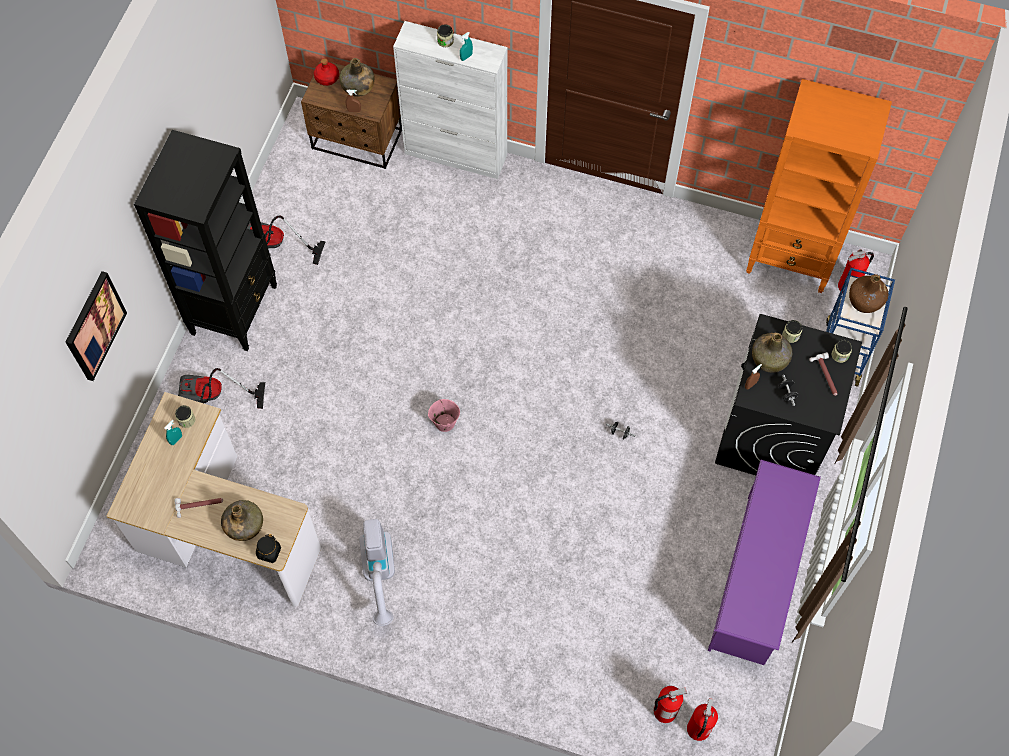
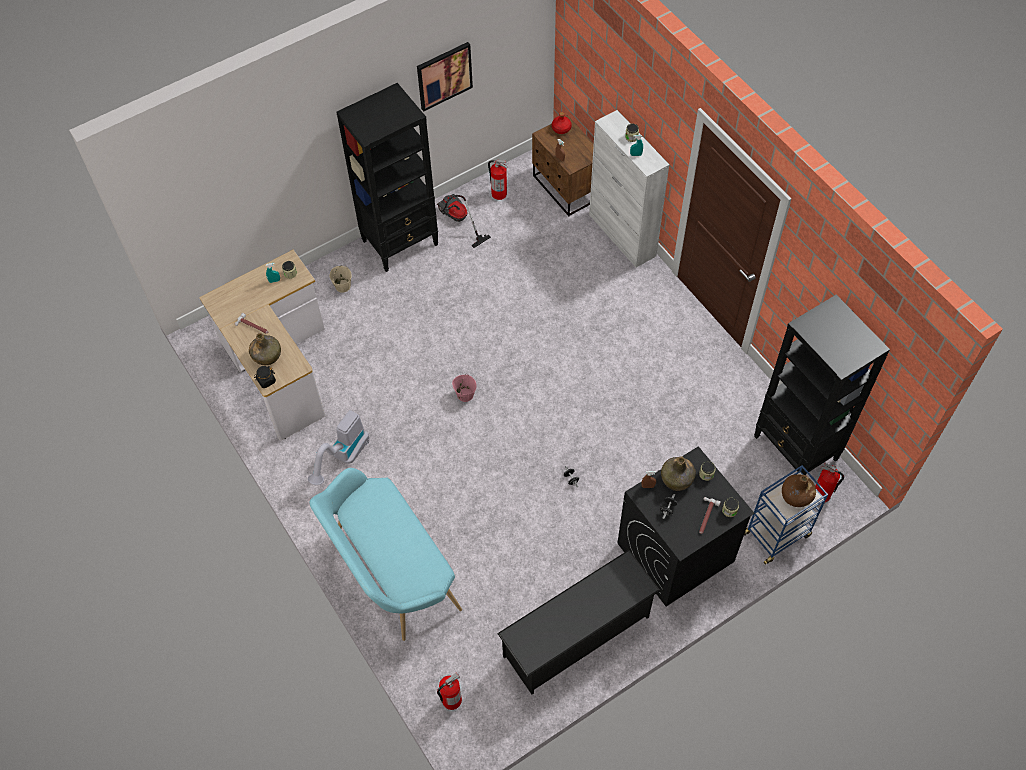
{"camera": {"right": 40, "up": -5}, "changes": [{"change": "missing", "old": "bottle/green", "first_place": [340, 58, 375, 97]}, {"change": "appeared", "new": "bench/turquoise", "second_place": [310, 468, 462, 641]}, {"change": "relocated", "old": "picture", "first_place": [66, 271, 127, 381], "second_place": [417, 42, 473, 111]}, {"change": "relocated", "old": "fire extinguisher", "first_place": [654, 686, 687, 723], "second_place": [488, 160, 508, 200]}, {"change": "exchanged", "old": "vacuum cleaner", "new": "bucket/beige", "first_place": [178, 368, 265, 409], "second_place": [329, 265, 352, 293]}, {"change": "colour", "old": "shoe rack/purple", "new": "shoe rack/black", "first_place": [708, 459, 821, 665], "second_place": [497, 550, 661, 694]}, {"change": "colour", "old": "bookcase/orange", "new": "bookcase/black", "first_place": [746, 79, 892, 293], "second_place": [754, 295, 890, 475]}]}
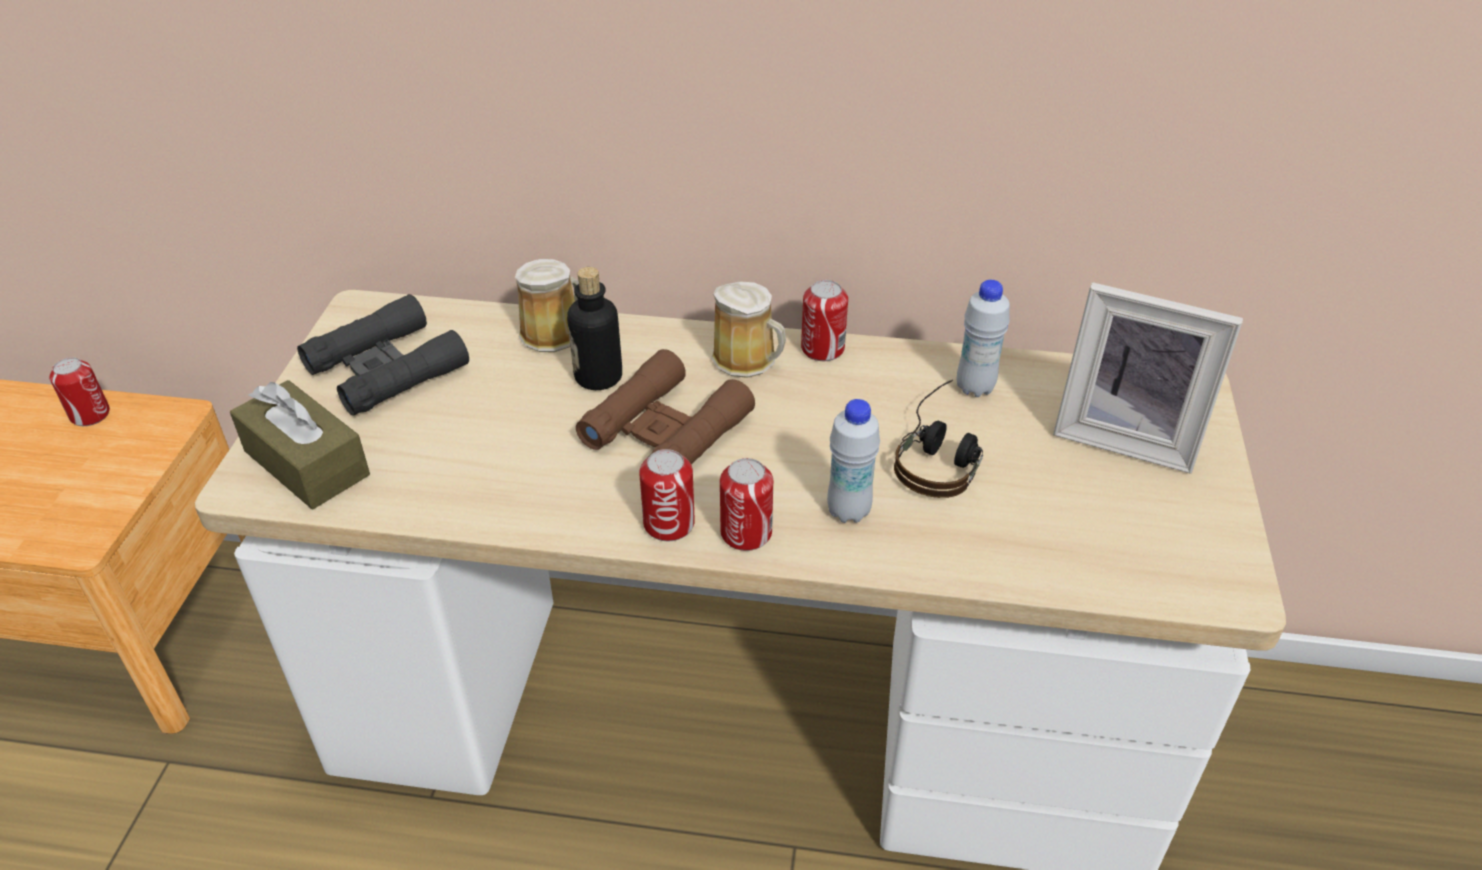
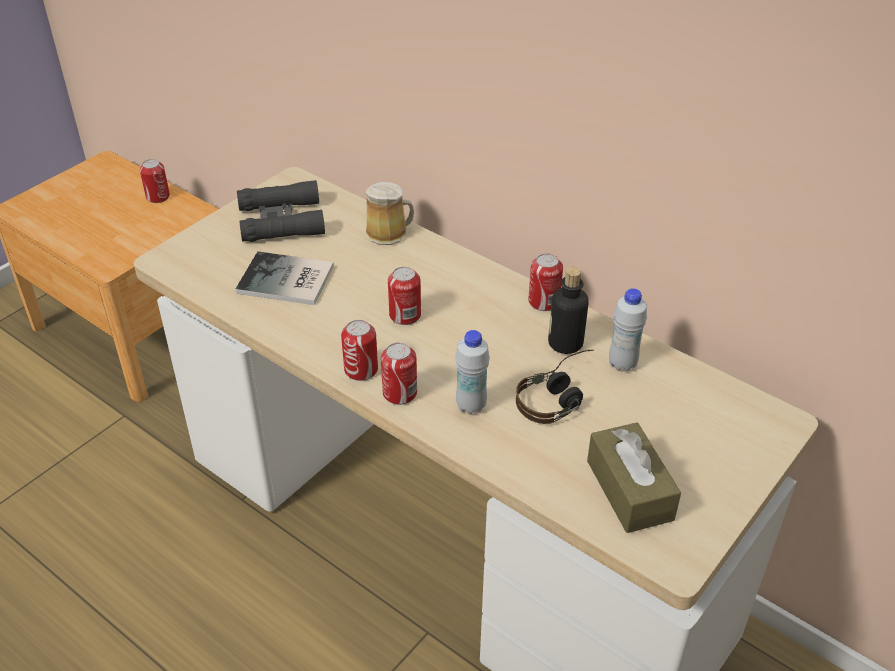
{"camera": {"right": 30, "up": 0}, "changes": [{"change": "missing", "old": "mug", "first_place": [711, 281, 786, 378]}, {"change": "missing", "old": "picture frame", "first_place": [1053, 282, 1243, 474]}, {"change": "appeared", "new": "book", "second_place": [236, 251, 334, 305]}, {"change": "relocated", "old": "tissue box/brown", "first_place": [230, 380, 370, 509], "second_place": [587, 422, 681, 533]}, {"change": "relocated", "old": "bottle", "first_place": [567, 267, 622, 390], "second_place": [548, 267, 589, 354]}, {"change": "exchanged", "old": "binoculars/brown", "new": "can", "first_place": [576, 349, 755, 465], "second_place": [388, 267, 421, 325]}]}
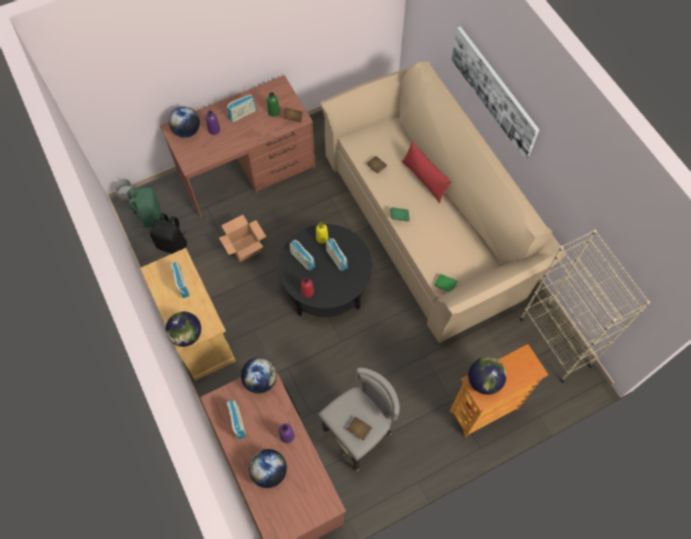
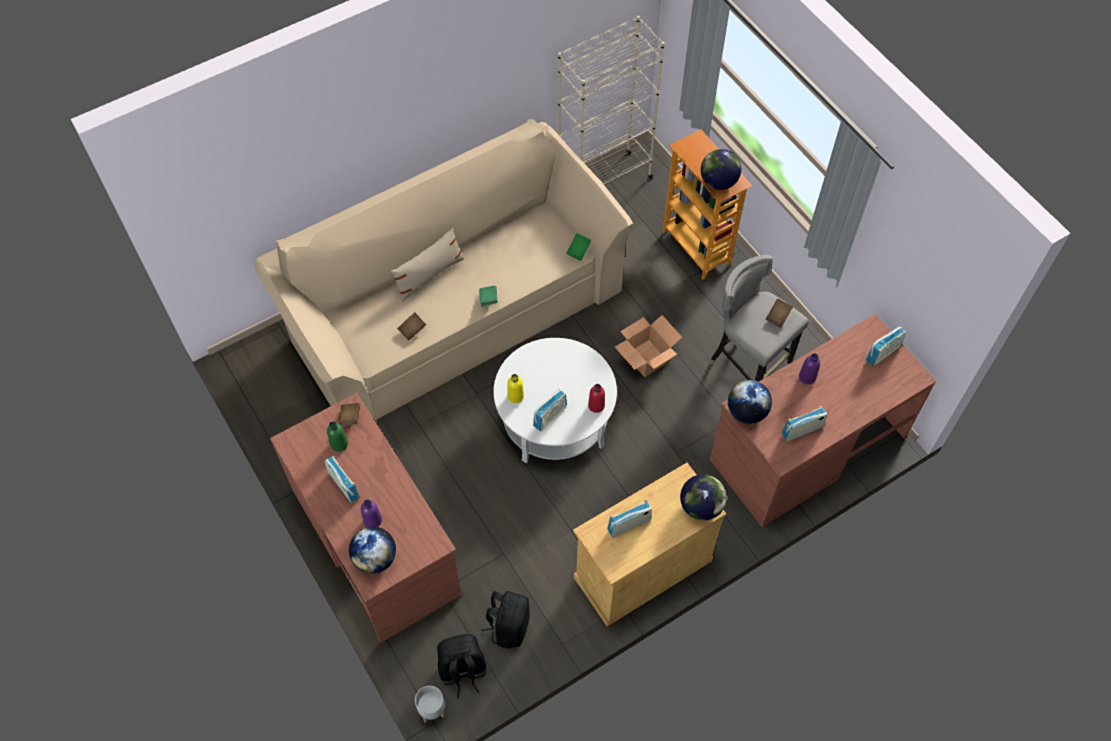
{"camera": {"right": -95, "up": -5}, "changes": [{"change": "missing", "old": "globe", "first_place": [249, 449, 287, 488]}, {"change": "missing", "old": "picture", "first_place": [451, 26, 539, 160]}, {"change": "relocated", "old": "cardboard box", "first_place": [219, 215, 266, 262], "second_place": [615, 315, 682, 377]}, {"change": "relocated", "old": "radio", "first_place": [326, 238, 348, 271], "second_place": [865, 326, 906, 366]}, {"change": "colour", "old": "backpack/green", "new": "backpack/black", "first_place": [128, 188, 161, 228], "second_place": [437, 634, 486, 698]}, {"change": "colour", "old": "coffee table/black", "new": "coffee table/white", "first_place": [278, 224, 372, 317], "second_place": [493, 338, 617, 463]}, {"change": "colour", "old": "pillow/red", "new": "pillow/beige", "first_place": [401, 141, 452, 203], "second_place": [390, 228, 465, 302]}]}
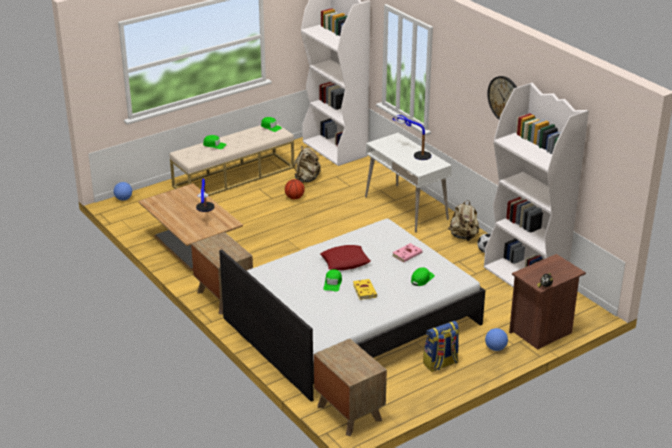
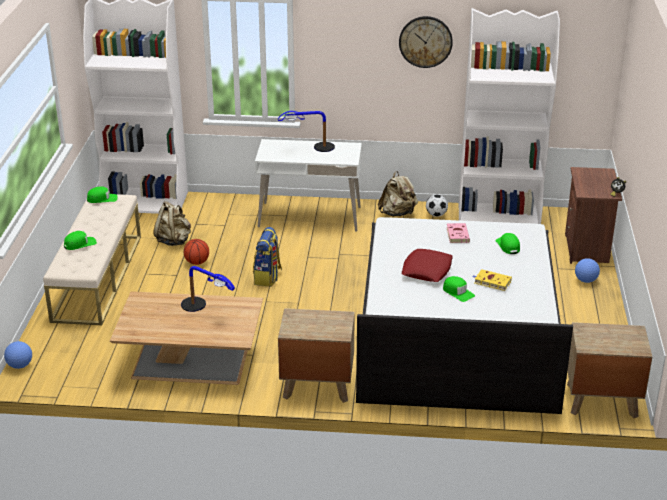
{"camera": {"right": -50, "up": 0}, "changes": [{"change": "relocated", "old": "backpack", "first_place": [423, 321, 460, 372], "second_place": [253, 227, 282, 287]}]}
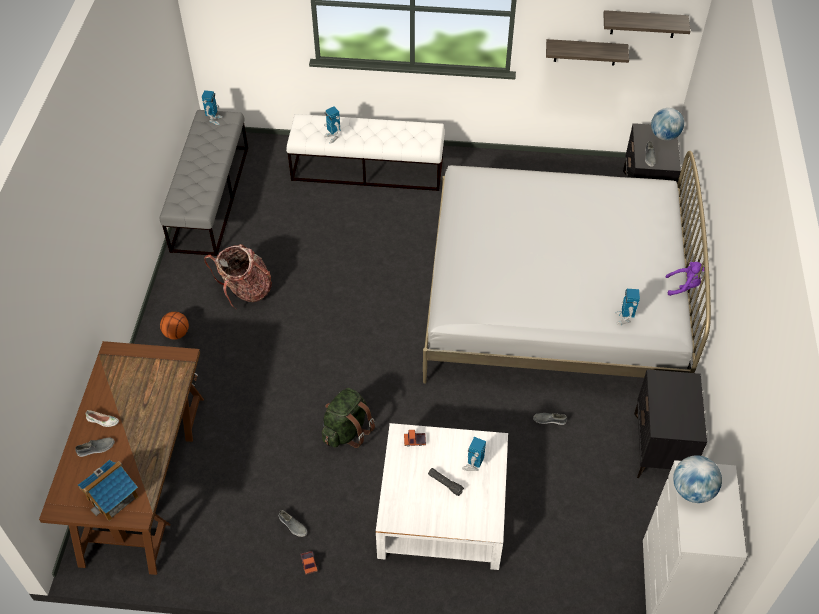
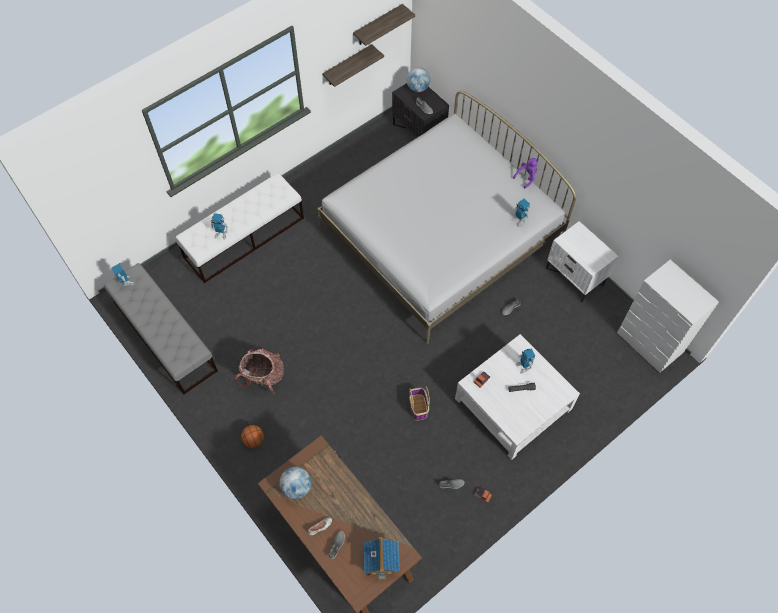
{"camera": {"right": -45, "up": 10}, "changes": [{"change": "relocated", "old": "globe", "first_place": [673, 456, 722, 503], "second_place": [280, 467, 311, 499]}, {"change": "exchanged", "old": "backpack/green", "new": "basket", "first_place": [322, 388, 375, 448], "second_place": [409, 386, 430, 421]}, {"change": "colour", "old": "nightstand/black", "new": "nightstand/white", "first_place": [634, 369, 707, 478], "second_place": [546, 221, 618, 302]}]}
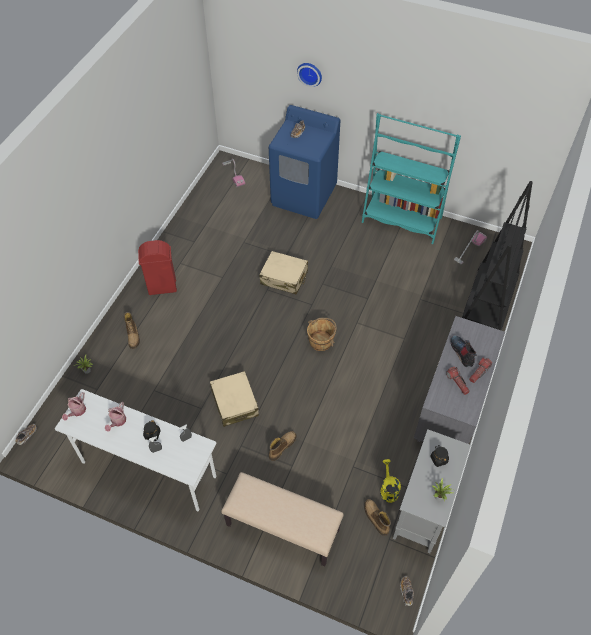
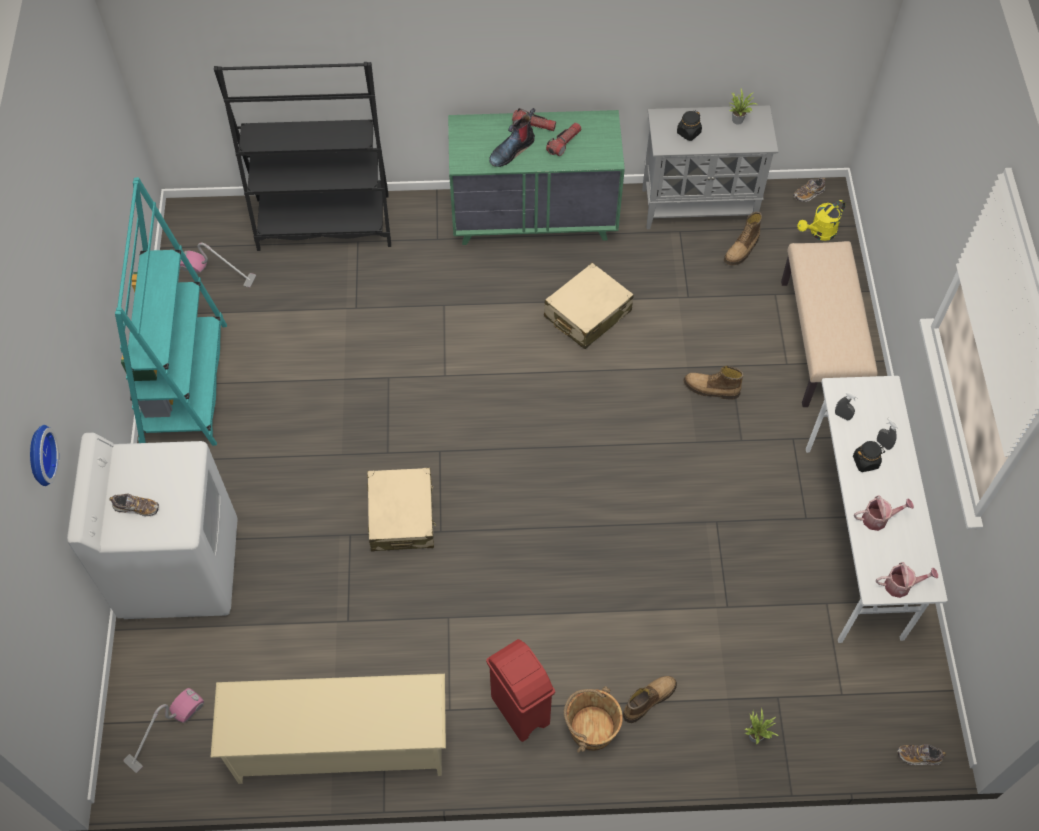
{"camera": {"right": -115, "up": 5}, "changes": [{"change": "appeared", "new": "shoe rack/beige", "second_place": [210, 674, 446, 784]}, {"change": "relocated", "old": "suitcase/beige", "first_place": [210, 371, 259, 427], "second_place": [544, 263, 634, 349]}, {"change": "relocated", "old": "bucket/brown", "first_place": [307, 318, 337, 351], "second_place": [564, 686, 623, 753]}, {"change": "relocated", "old": "watering can/yellow", "first_place": [380, 459, 401, 503], "second_place": [797, 200, 846, 241]}, {"change": "colour", "old": "washing machine/blue", "new": "washing machine/white", "first_place": [269, 105, 341, 219], "second_place": [67, 432, 238, 619]}, {"change": "colour", "old": "dresser/grey", "new": "dresser/green", "first_place": [414, 316, 505, 444], "second_place": [448, 110, 625, 245]}]}
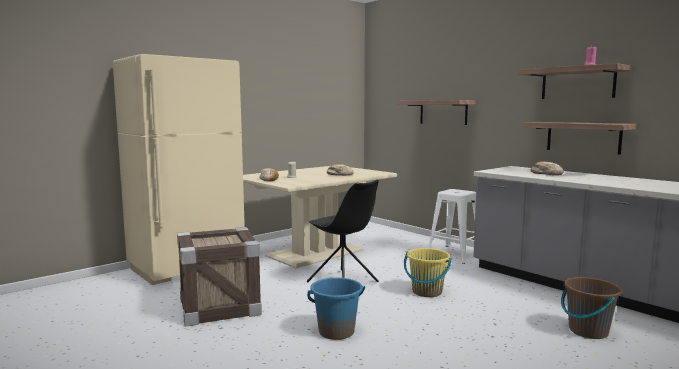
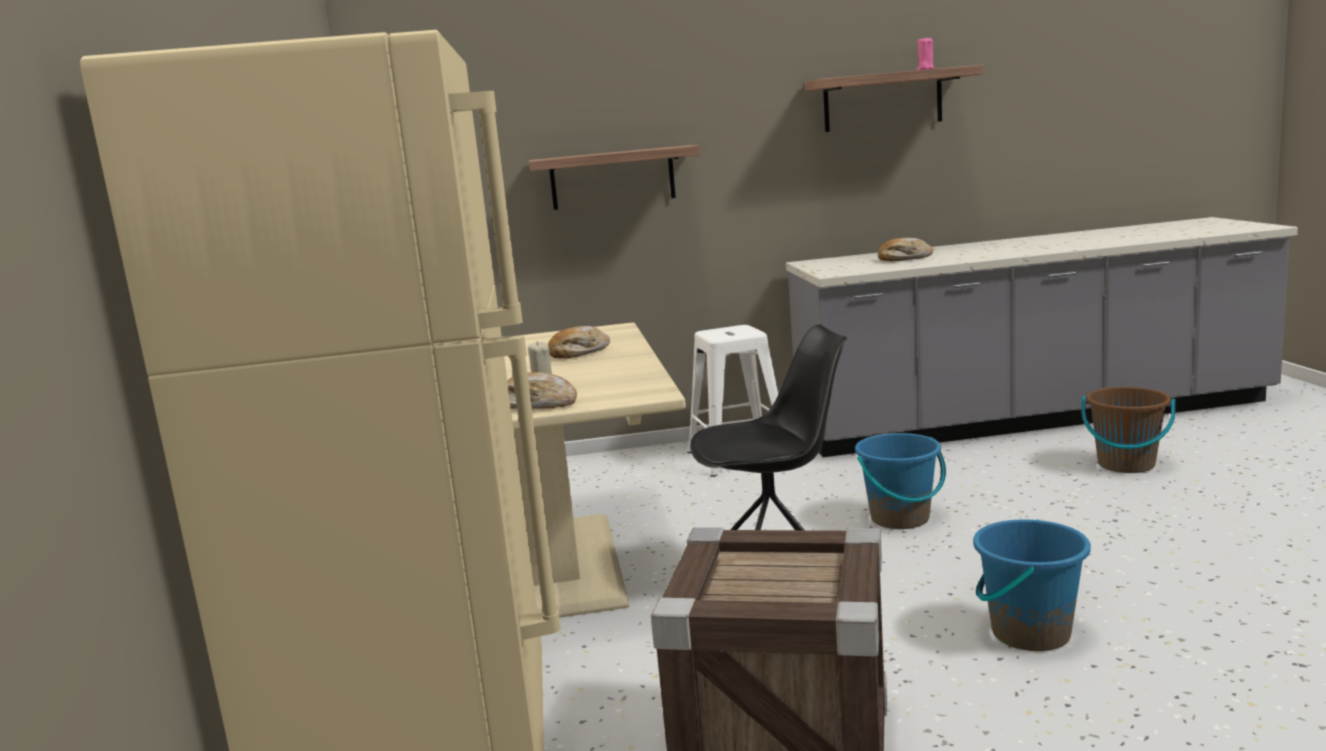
{"camera": {"right": -55, "up": 5}, "changes": [{"change": "missing", "old": "shelf", "first_place": [523, 122, 636, 155]}, {"change": "colour", "old": "bucket/yellow", "new": "bucket/blue", "first_place": [404, 248, 452, 297], "second_place": [855, 433, 946, 529]}]}
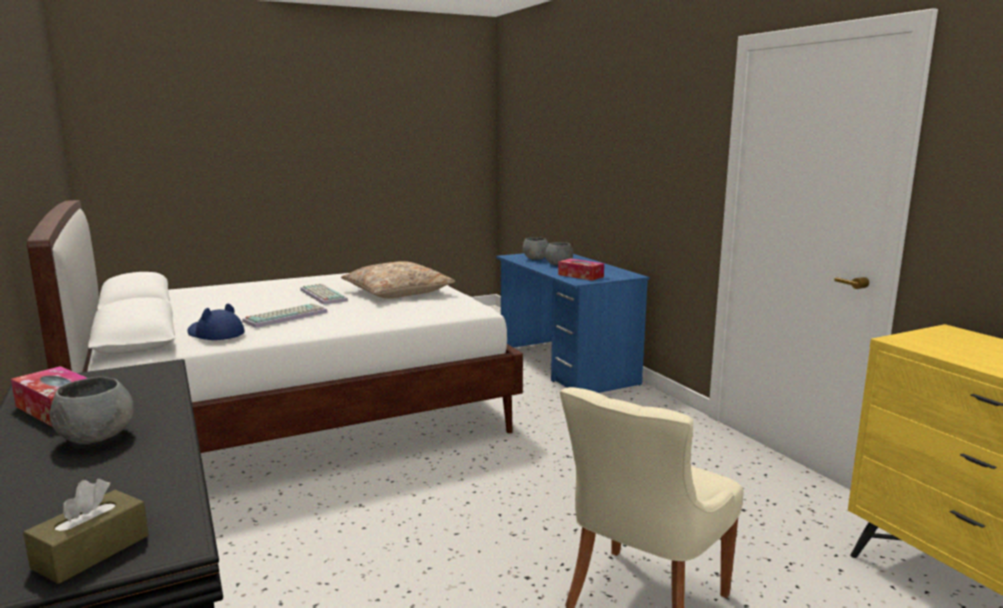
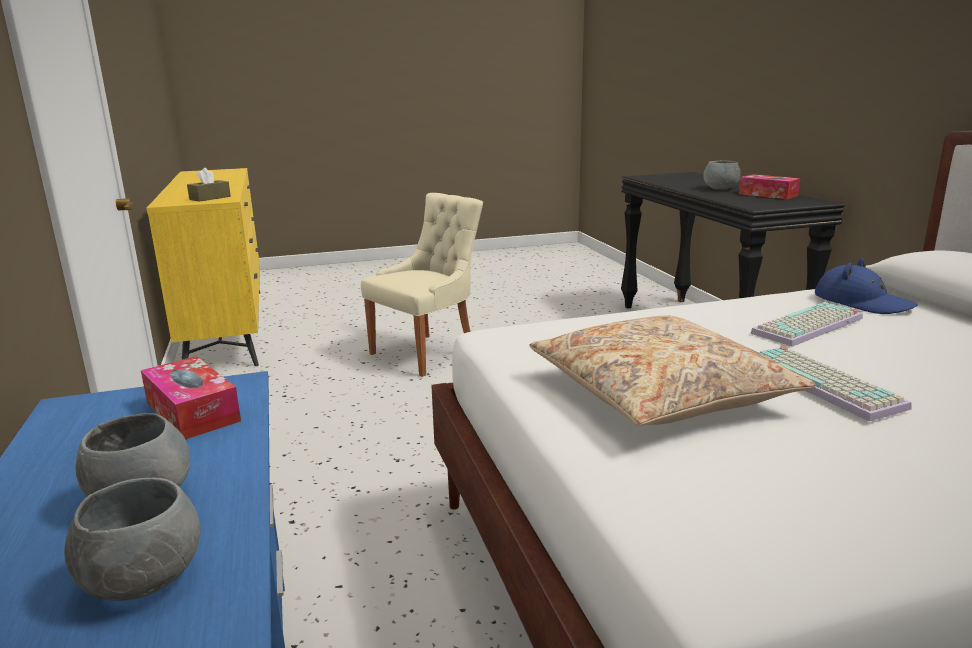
{"camera": {"right": -170, "up": 5}, "changes": [{"change": "relocated", "old": "tissue box/brown", "first_place": [23, 479, 149, 584], "second_place": [187, 168, 231, 202]}]}
